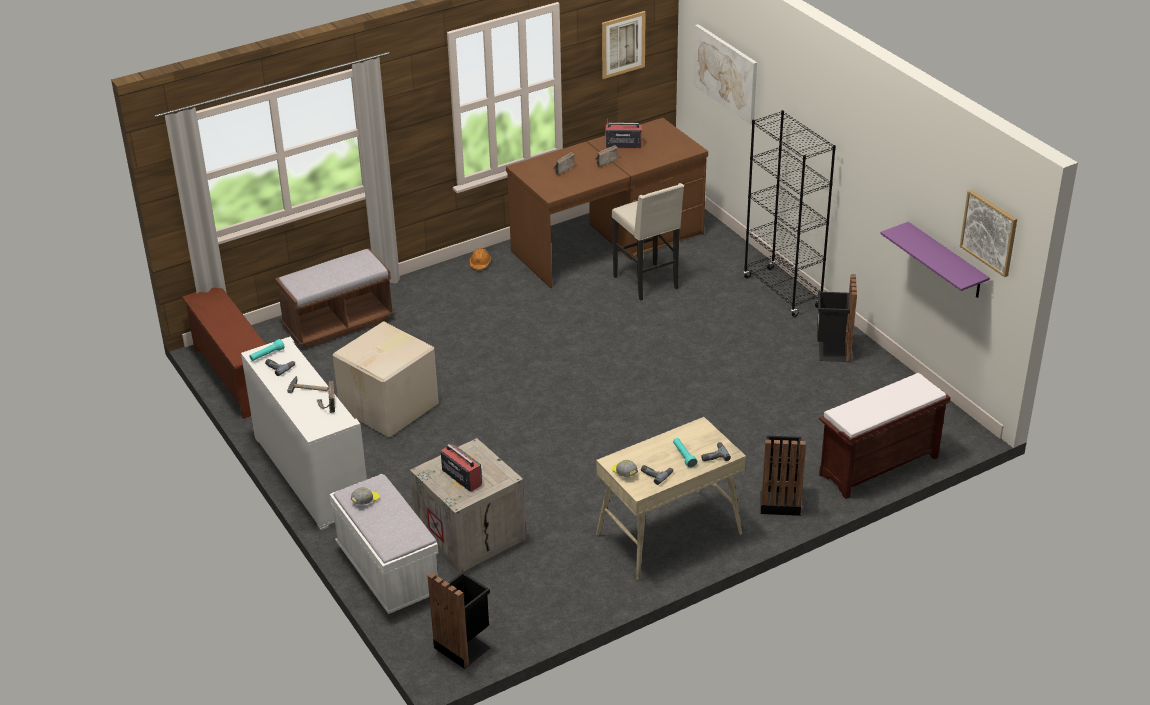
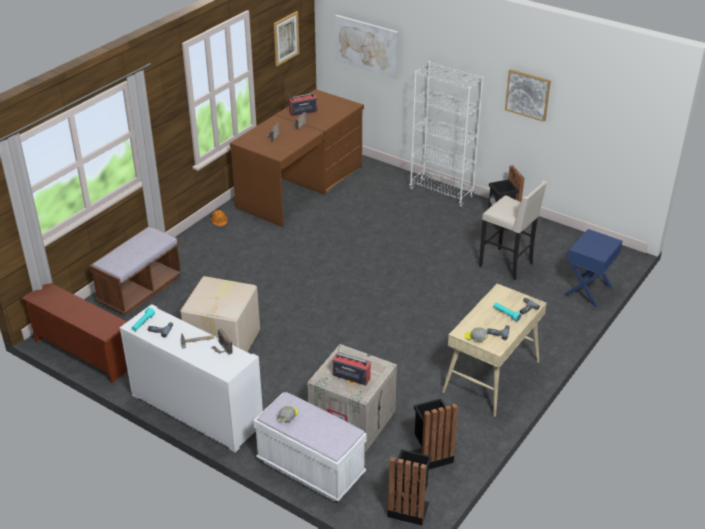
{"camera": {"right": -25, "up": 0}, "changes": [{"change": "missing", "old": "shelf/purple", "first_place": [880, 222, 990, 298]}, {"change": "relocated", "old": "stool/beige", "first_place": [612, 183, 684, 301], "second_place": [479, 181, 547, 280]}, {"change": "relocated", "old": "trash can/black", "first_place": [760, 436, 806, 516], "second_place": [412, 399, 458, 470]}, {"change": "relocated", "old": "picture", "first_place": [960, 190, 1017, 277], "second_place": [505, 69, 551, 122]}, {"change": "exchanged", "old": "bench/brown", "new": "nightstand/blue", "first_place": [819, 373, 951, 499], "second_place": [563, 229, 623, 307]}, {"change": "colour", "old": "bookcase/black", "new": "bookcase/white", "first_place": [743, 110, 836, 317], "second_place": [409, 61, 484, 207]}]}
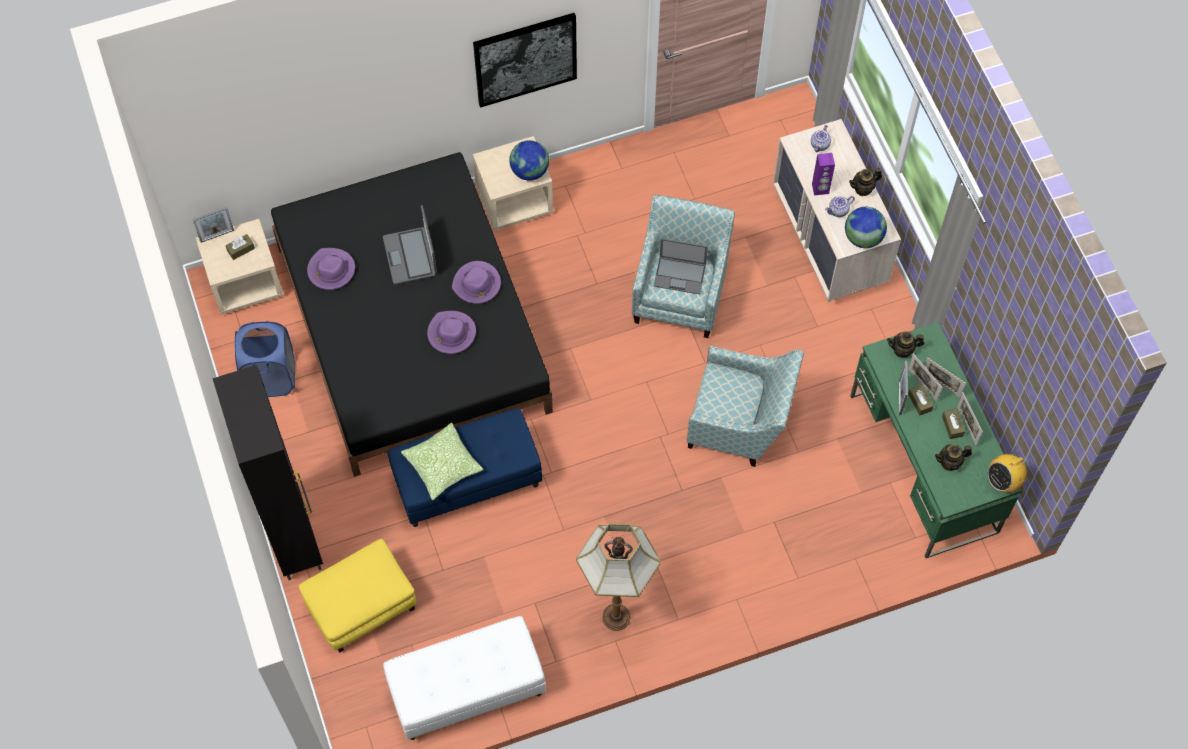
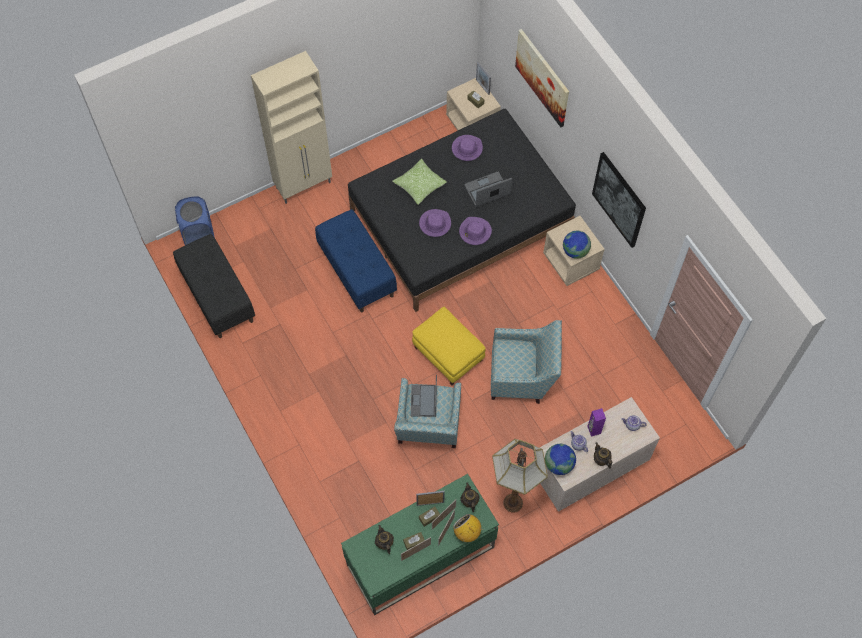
{"camera": {"right": 80, "up": 0}, "changes": [{"change": "appeared", "new": "picture", "second_place": [515, 29, 569, 127]}, {"change": "relocated", "old": "laundry basket/blue", "first_place": [235, 321, 295, 397], "second_place": [175, 196, 215, 245]}, {"change": "relocated", "old": "ottoman/yellow", "first_place": [299, 539, 416, 653], "second_place": [412, 307, 486, 385]}, {"change": "relocated", "old": "pillow", "first_place": [401, 423, 484, 500], "second_place": [392, 159, 447, 205]}, {"change": "relocated", "old": "floor lamp", "first_place": [576, 523, 661, 631], "second_place": [492, 439, 548, 513]}, {"change": "relocated", "old": "laptop", "first_place": [654, 238, 708, 294], "second_place": [411, 375, 437, 417]}, {"change": "relocated", "old": "radio", "first_place": [987, 448, 1027, 493], "second_place": [453, 514, 484, 542]}, {"change": "colour", "old": "cabinet/black", "new": "cabinet/beige", "first_place": [212, 365, 323, 580], "second_place": [251, 51, 332, 204]}, {"change": "colour", "old": "bench/white", "new": "bench/black", "first_place": [383, 616, 546, 740], "second_place": [173, 234, 255, 338]}]}
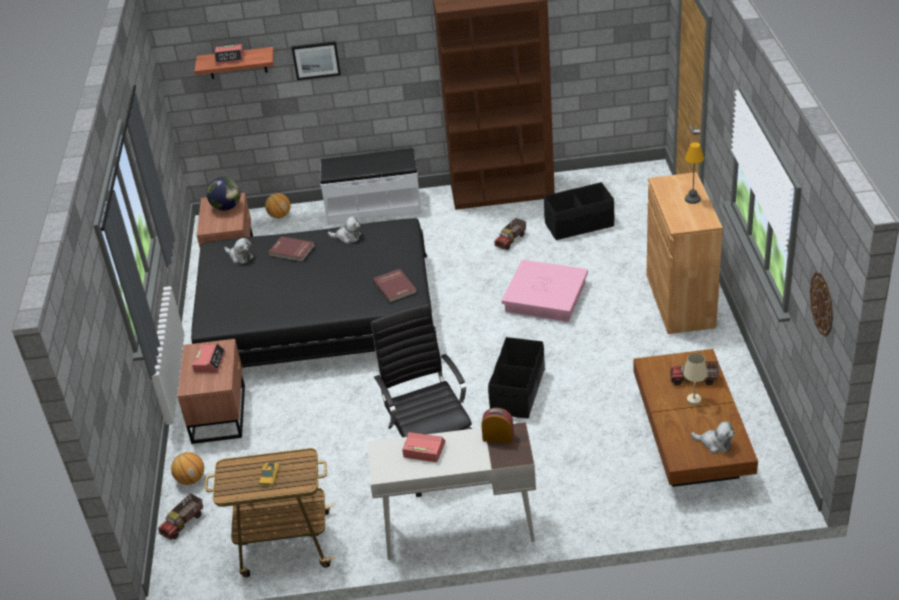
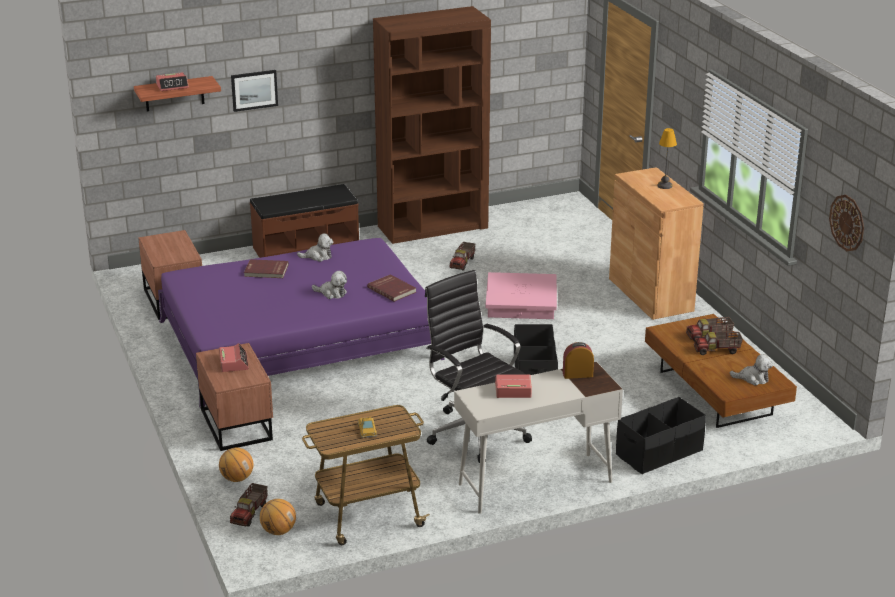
{"camera": {"right": -20, "up": -10}, "changes": [{"change": "missing", "old": "globe", "first_place": [206, 177, 241, 211]}, {"change": "relocated", "old": "plush toy", "first_place": [224, 238, 253, 264], "second_place": [312, 271, 347, 299]}, {"change": "relocated", "old": "basketball", "first_place": [265, 193, 291, 218], "second_place": [260, 499, 296, 535]}, {"change": "relocated", "old": "storage box/black", "first_place": [544, 182, 614, 240], "second_place": [616, 397, 706, 474]}, {"change": "exchanged", "old": "table lamp/beige", "new": "toy truck", "first_place": [683, 353, 708, 405], "second_place": [694, 332, 743, 355]}, {"change": "colour", "old": "bed/black", "new": "bed/purple", "first_place": [191, 218, 437, 368], "second_place": [158, 238, 445, 409]}, {"change": "colour", "old": "bench/white", "new": "bench/brown", "first_place": [320, 148, 422, 225], "second_place": [250, 184, 359, 258]}]}
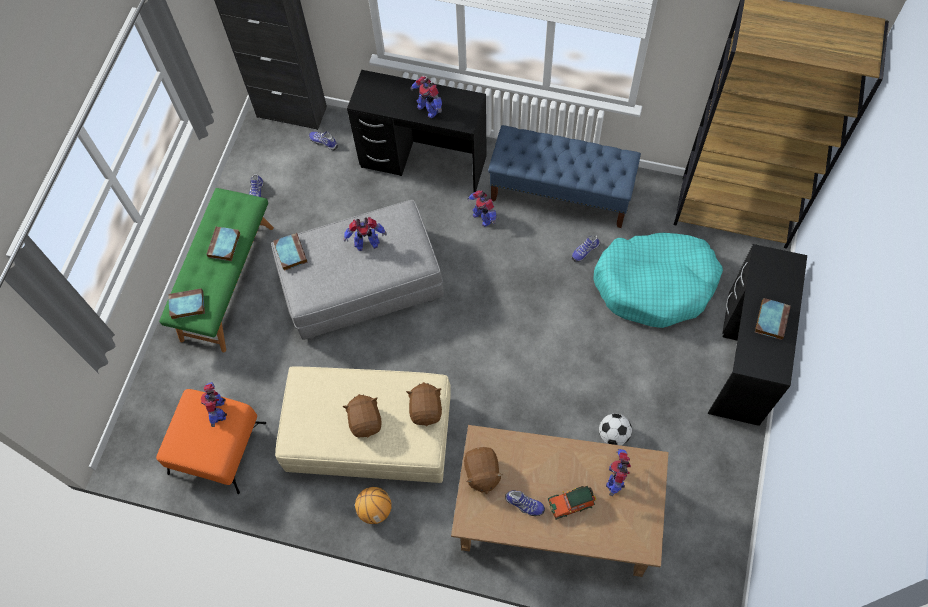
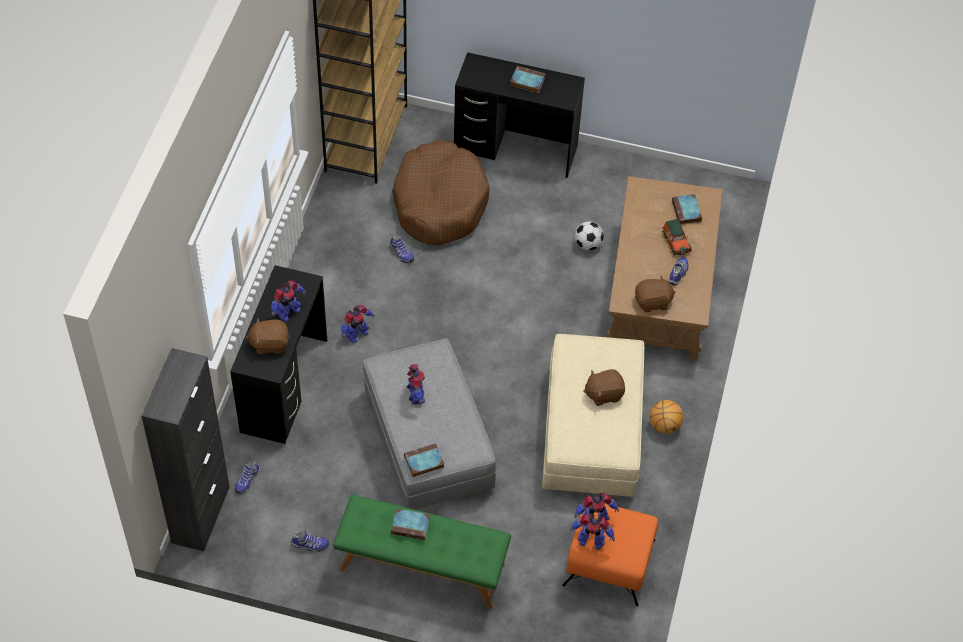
{"camera": {"right": -95, "up": -10}, "changes": [{"change": "missing", "old": "bench/blue", "first_place": [488, 125, 641, 228]}, {"change": "relocated", "old": "book", "first_place": [168, 288, 205, 319], "second_place": [672, 194, 702, 224]}, {"change": "relocated", "old": "plush toy/brown", "first_place": [406, 382, 442, 426], "second_place": [246, 318, 290, 355]}, {"change": "relocated", "old": "toy robot", "first_place": [606, 449, 631, 496], "second_place": [570, 513, 615, 550]}, {"change": "colour", "old": "dog bed/turquoise", "new": "dog bed/brown", "first_place": [593, 233, 723, 328], "second_place": [392, 139, 490, 245]}]}
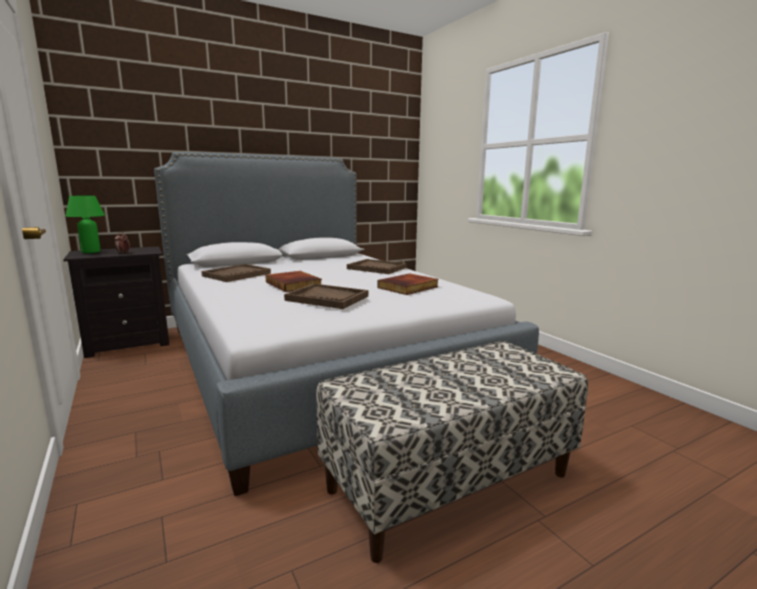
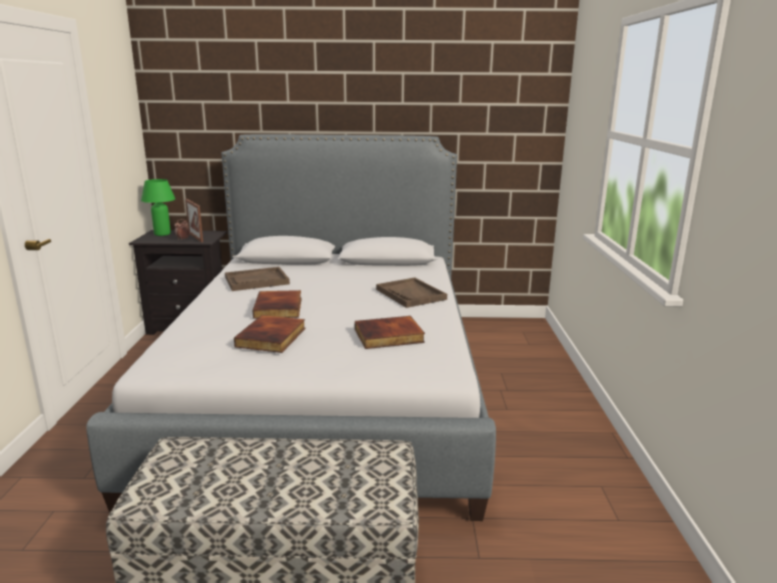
{"camera": {"right": 30, "up": 5}, "changes": [{"change": "appeared", "new": "picture frame", "second_place": [185, 199, 203, 242]}, {"change": "exchanged", "old": "tray/brown", "new": "book", "first_place": [284, 284, 368, 309], "second_place": [234, 315, 306, 353]}]}
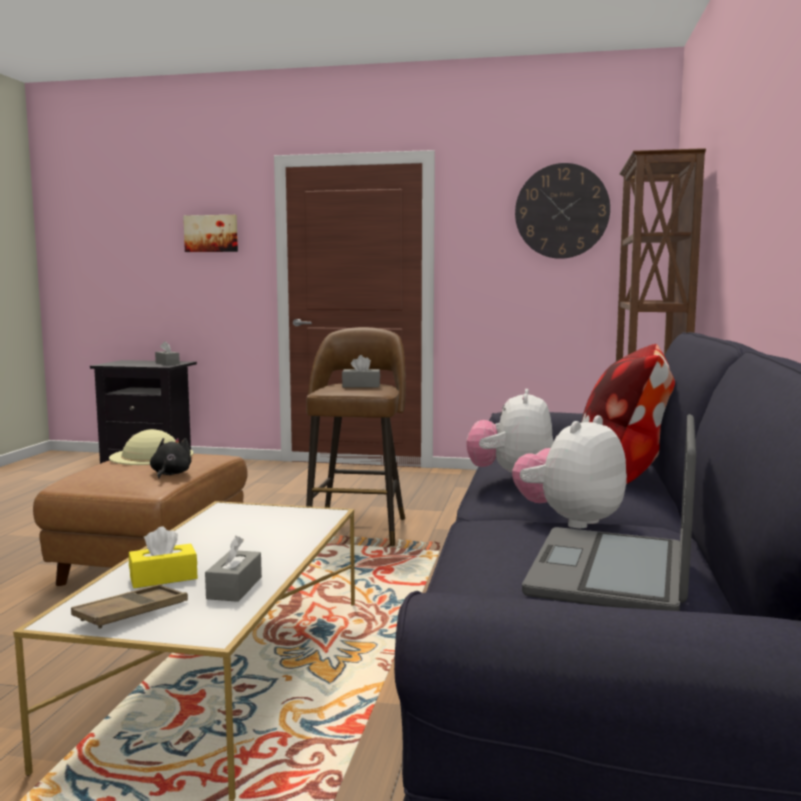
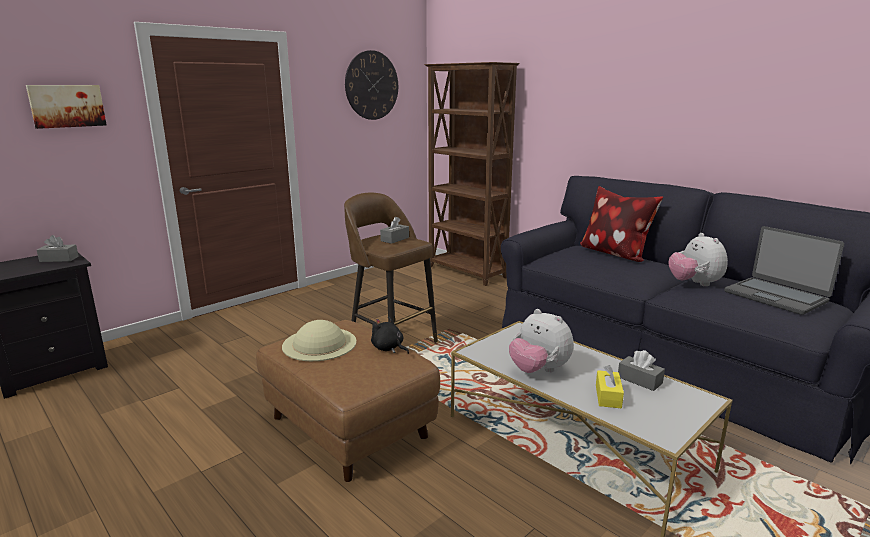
{"camera": {"right": -55, "up": 10}, "changes": [{"change": "missing", "old": "tray/brown", "first_place": [71, 584, 188, 629]}, {"change": "relocated", "old": "plush toy", "first_place": [467, 389, 554, 473], "second_place": [509, 309, 574, 373]}]}
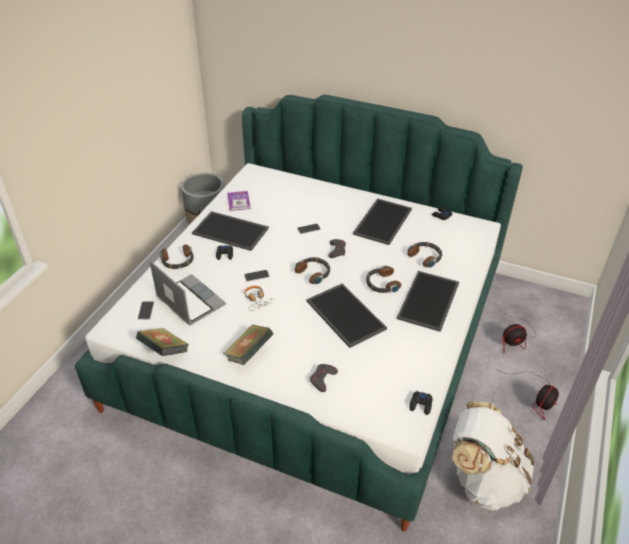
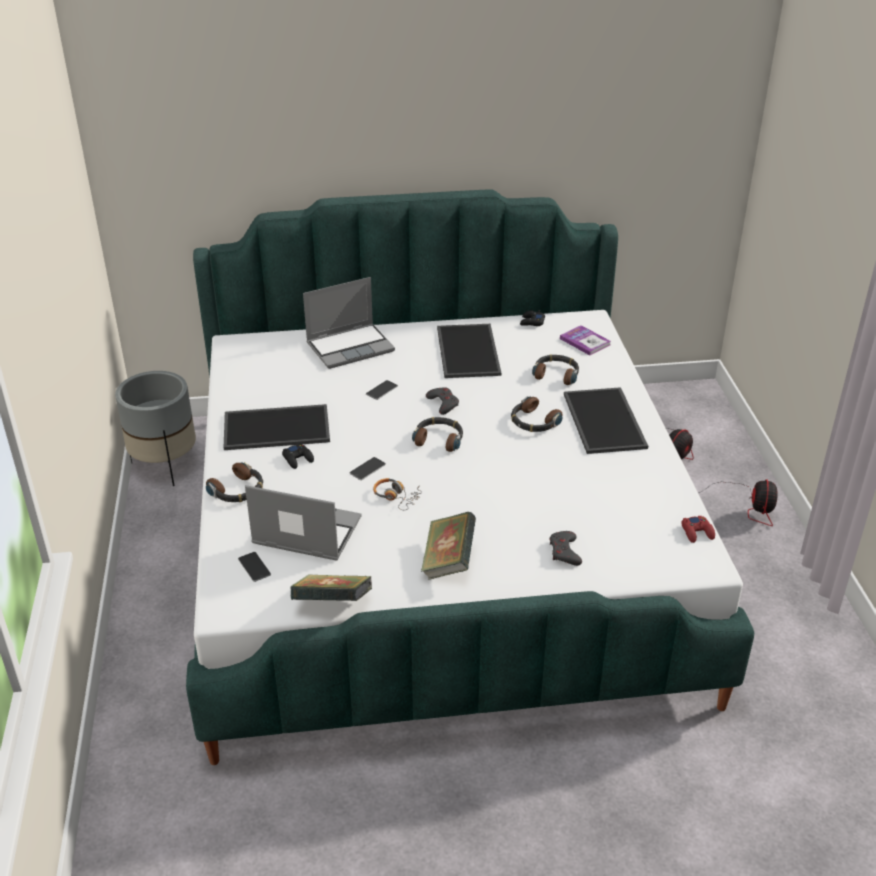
{"camera": {"right": -30, "up": -5}, "changes": [{"change": "missing", "old": "tray", "first_place": [306, 283, 387, 348]}, {"change": "missing", "old": "backpack/white", "first_place": [452, 402, 534, 512]}, {"change": "appeared", "new": "laptop", "second_place": [303, 277, 395, 369]}, {"change": "relocated", "old": "book", "first_place": [227, 191, 251, 211], "second_place": [560, 325, 611, 355]}, {"change": "colour", "old": "game controller/black", "new": "game controller/red", "first_place": [409, 391, 432, 415], "second_place": [681, 516, 715, 543]}]}
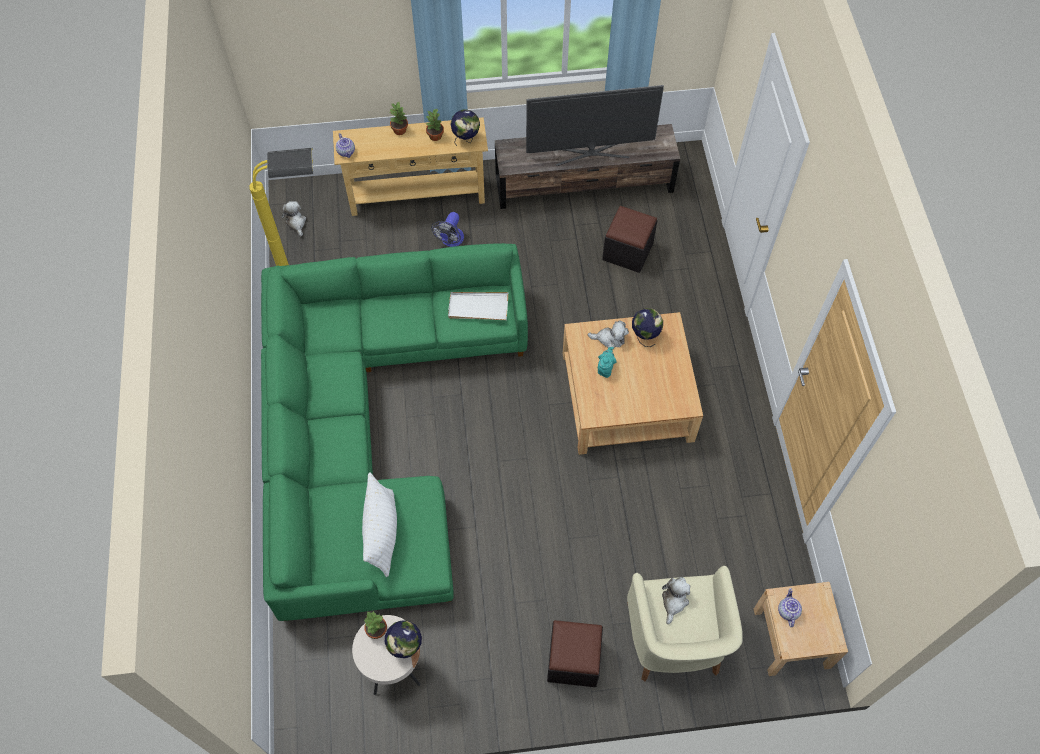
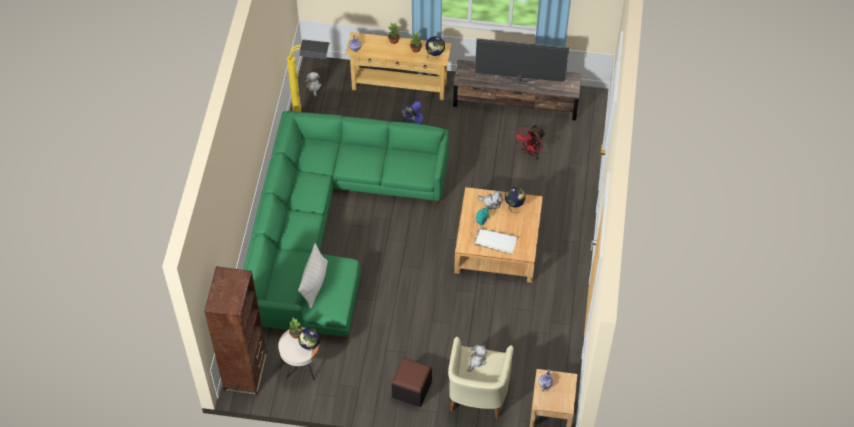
{"camera": {"right": 15, "up": -5}, "changes": [{"change": "appeared", "new": "bookcase/brown", "second_place": [204, 266, 267, 395]}, {"change": "relocated", "old": "tray/white", "first_place": [448, 292, 508, 320], "second_place": [474, 228, 518, 255]}, {"change": "exchanged", "old": "ottoman/black", "new": "fan/red", "first_place": [602, 206, 657, 273], "second_place": [514, 125, 545, 160]}]}
